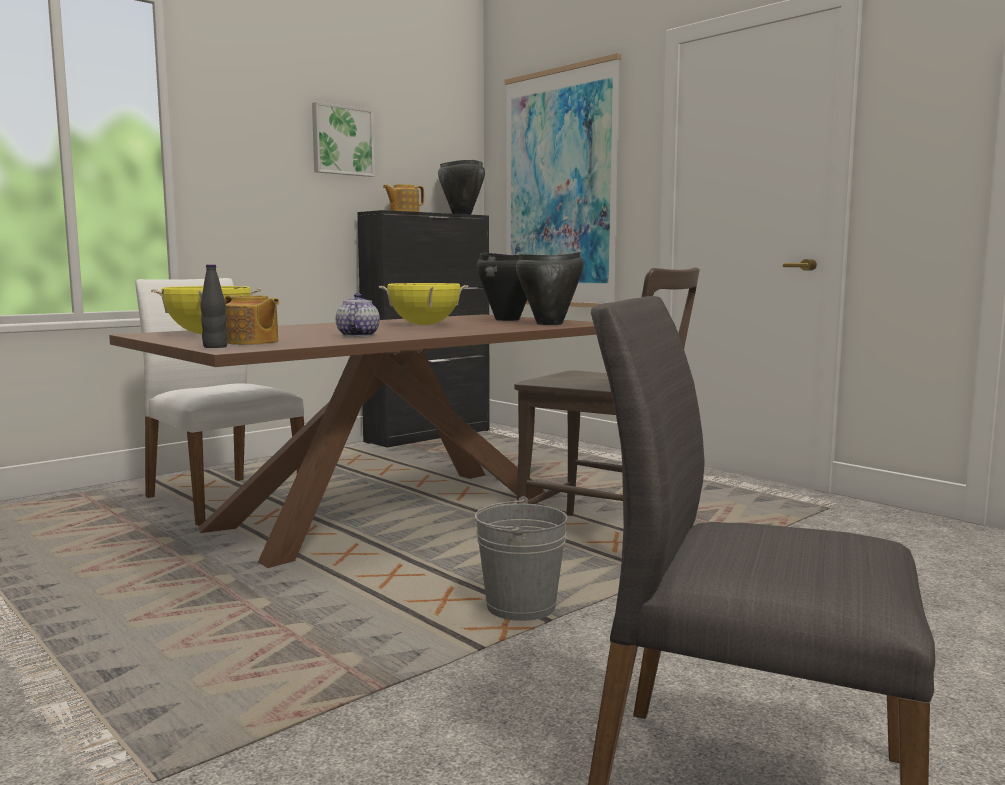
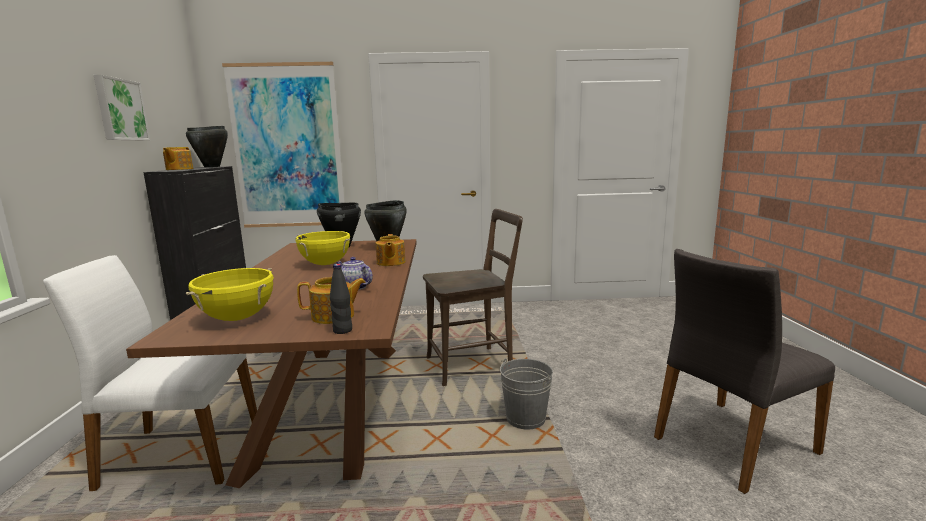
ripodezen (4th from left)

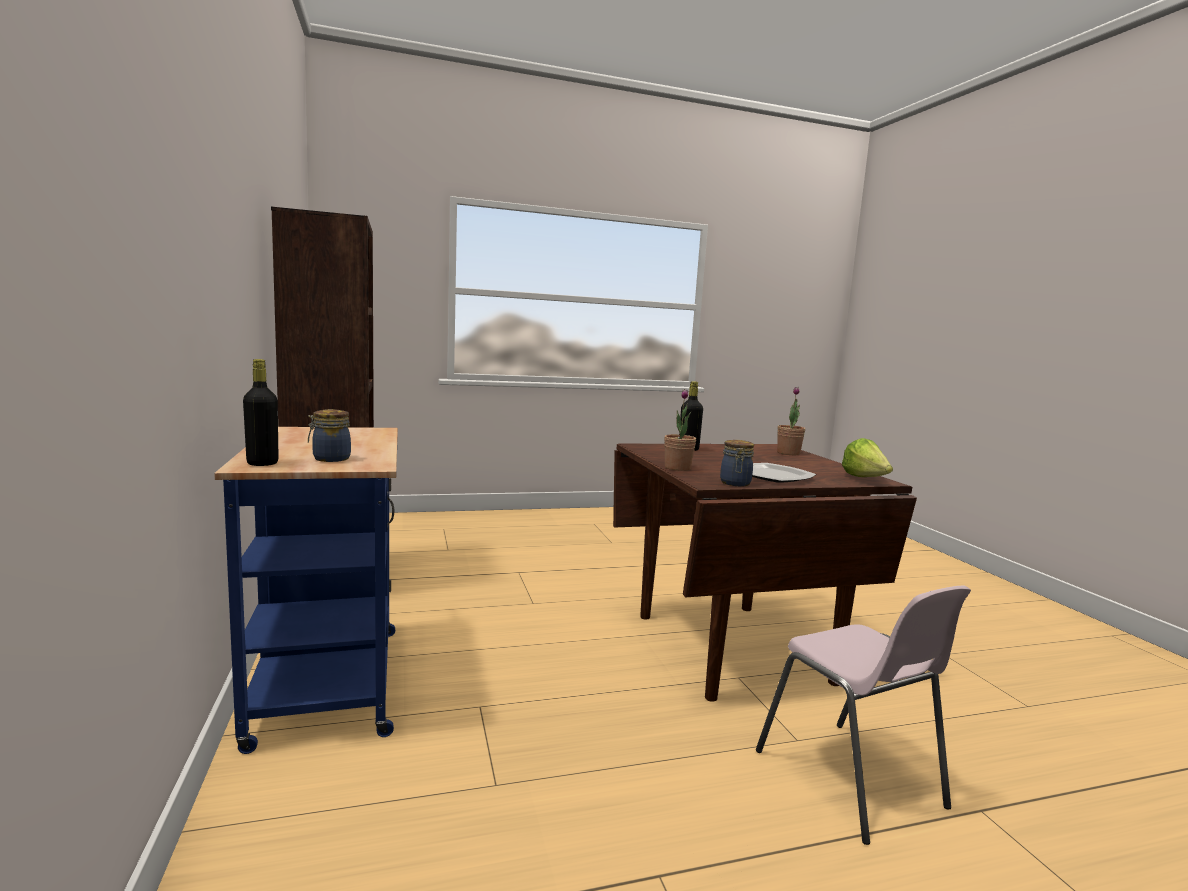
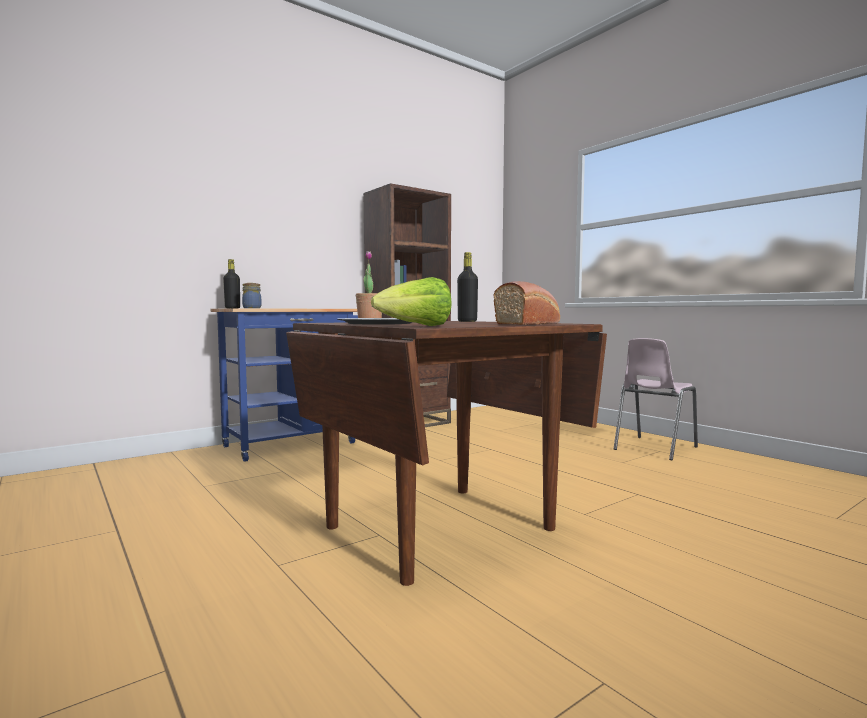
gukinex (2nd from left in the first image)
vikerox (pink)
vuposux

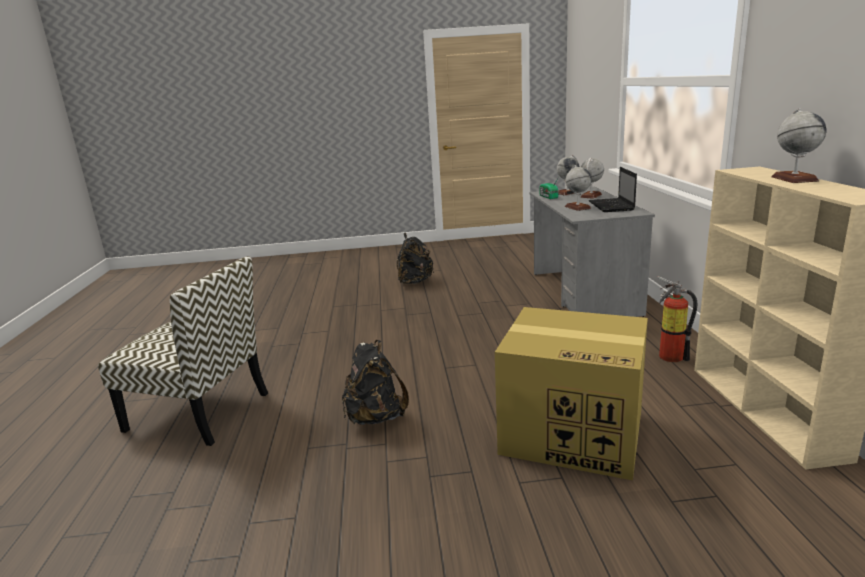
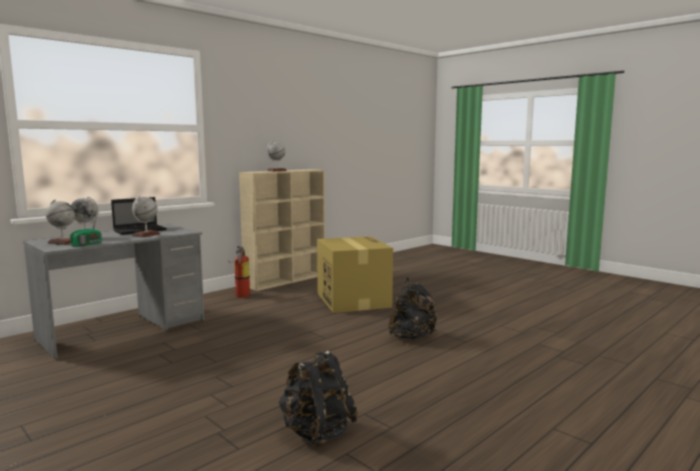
vikerox
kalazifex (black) (1st from left)

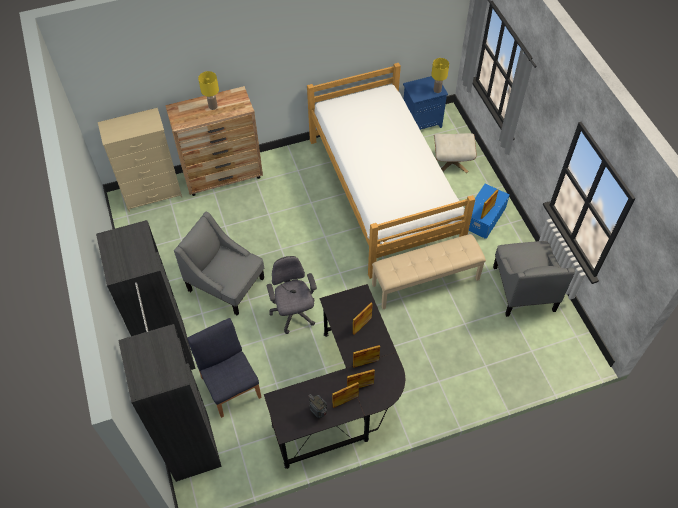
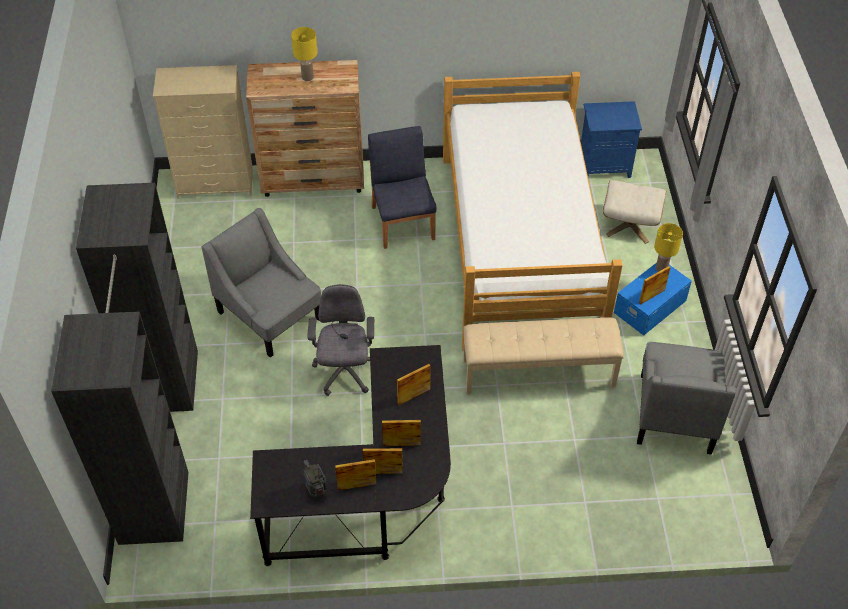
vikerox (blue)
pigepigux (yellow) (2nd from left)

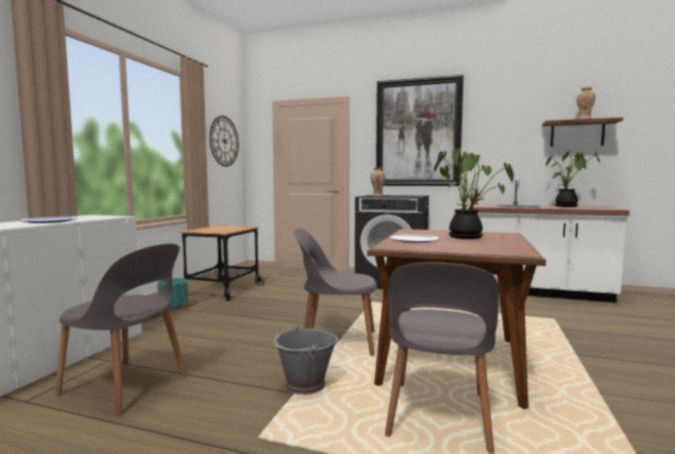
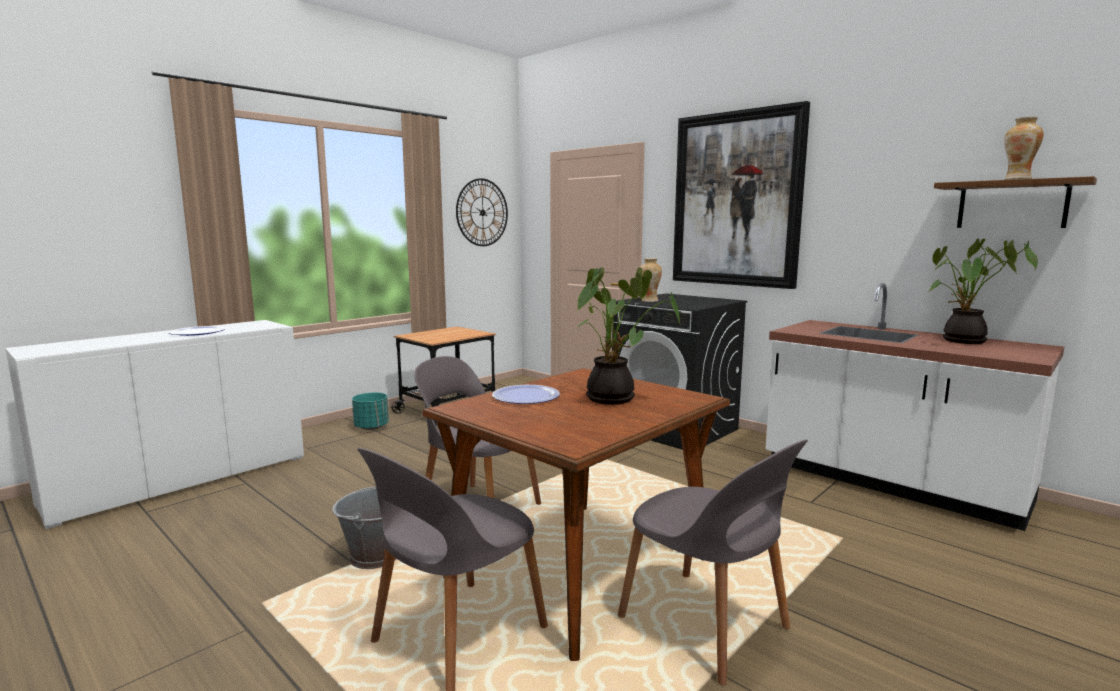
vikerox (grey) (3rd from left)

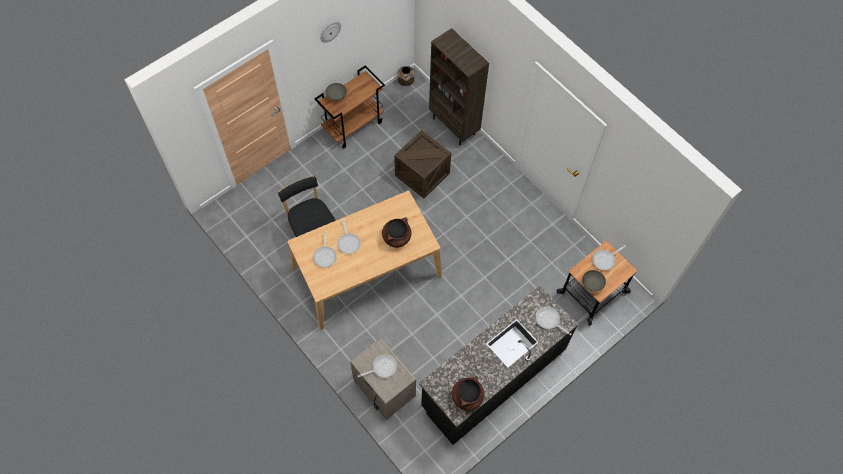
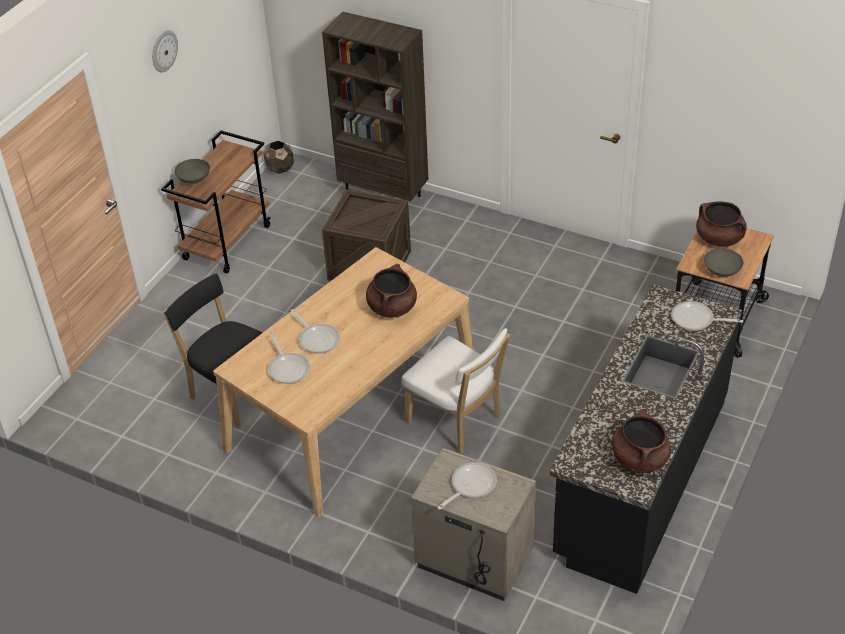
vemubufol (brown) (3rd from left)
vikerox (white)

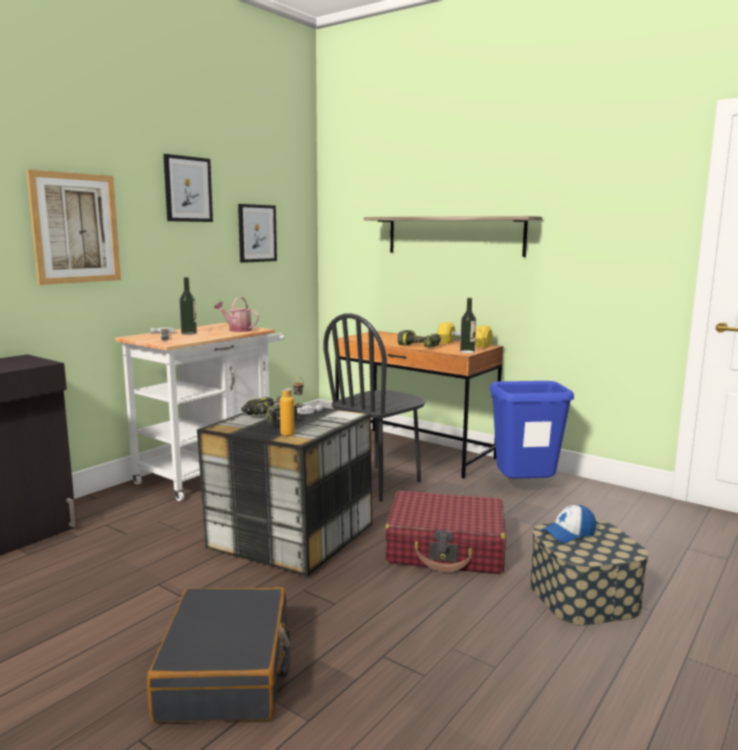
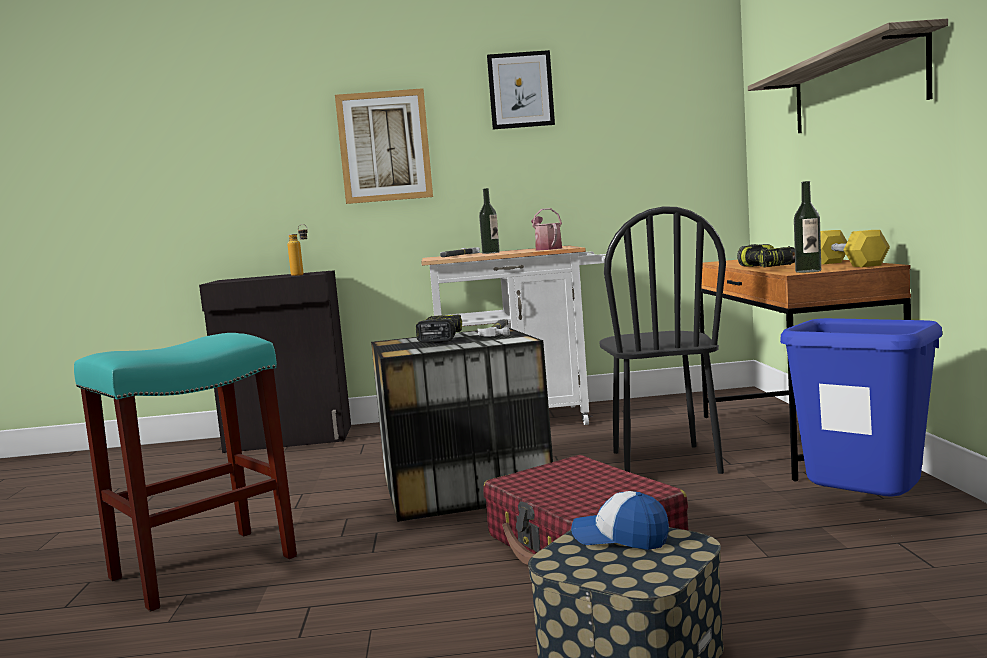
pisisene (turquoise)
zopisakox (3rd from left in the first image)
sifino (1st from left)
vikerox (black)

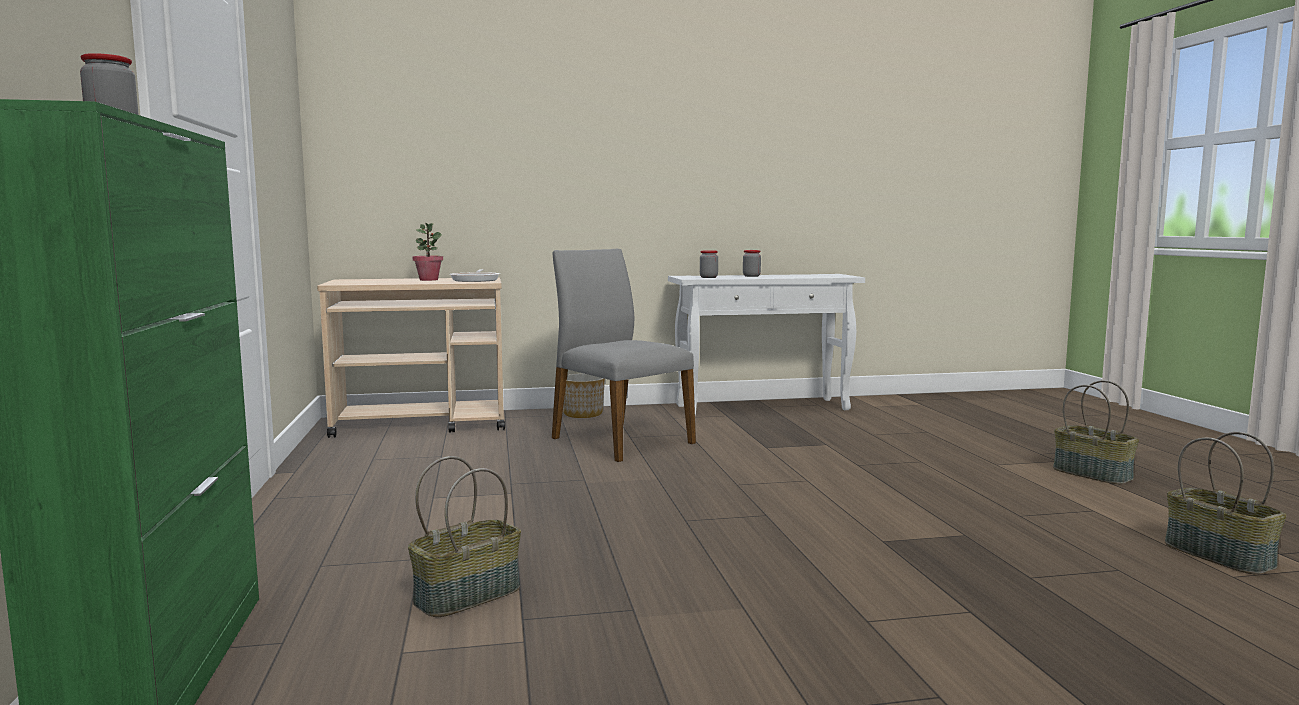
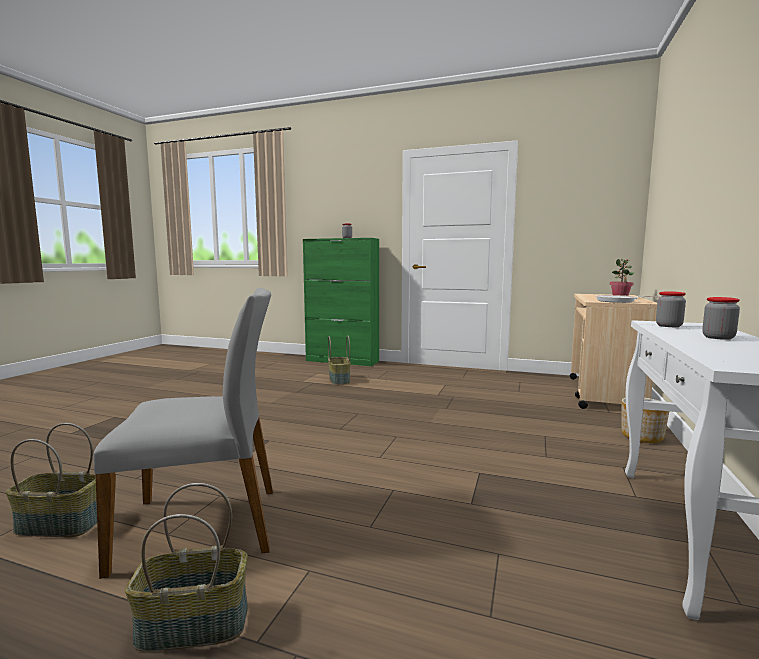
vikerox (grey)

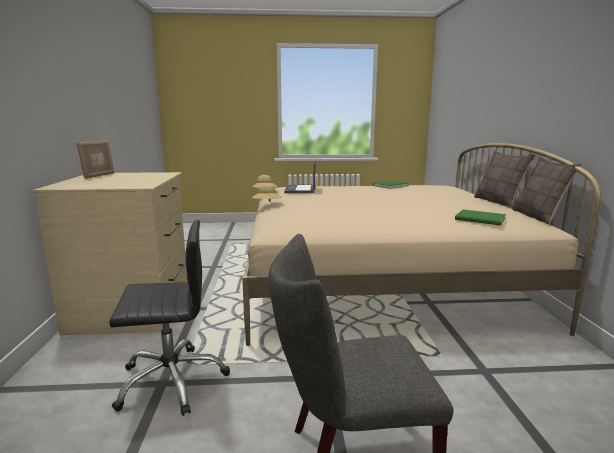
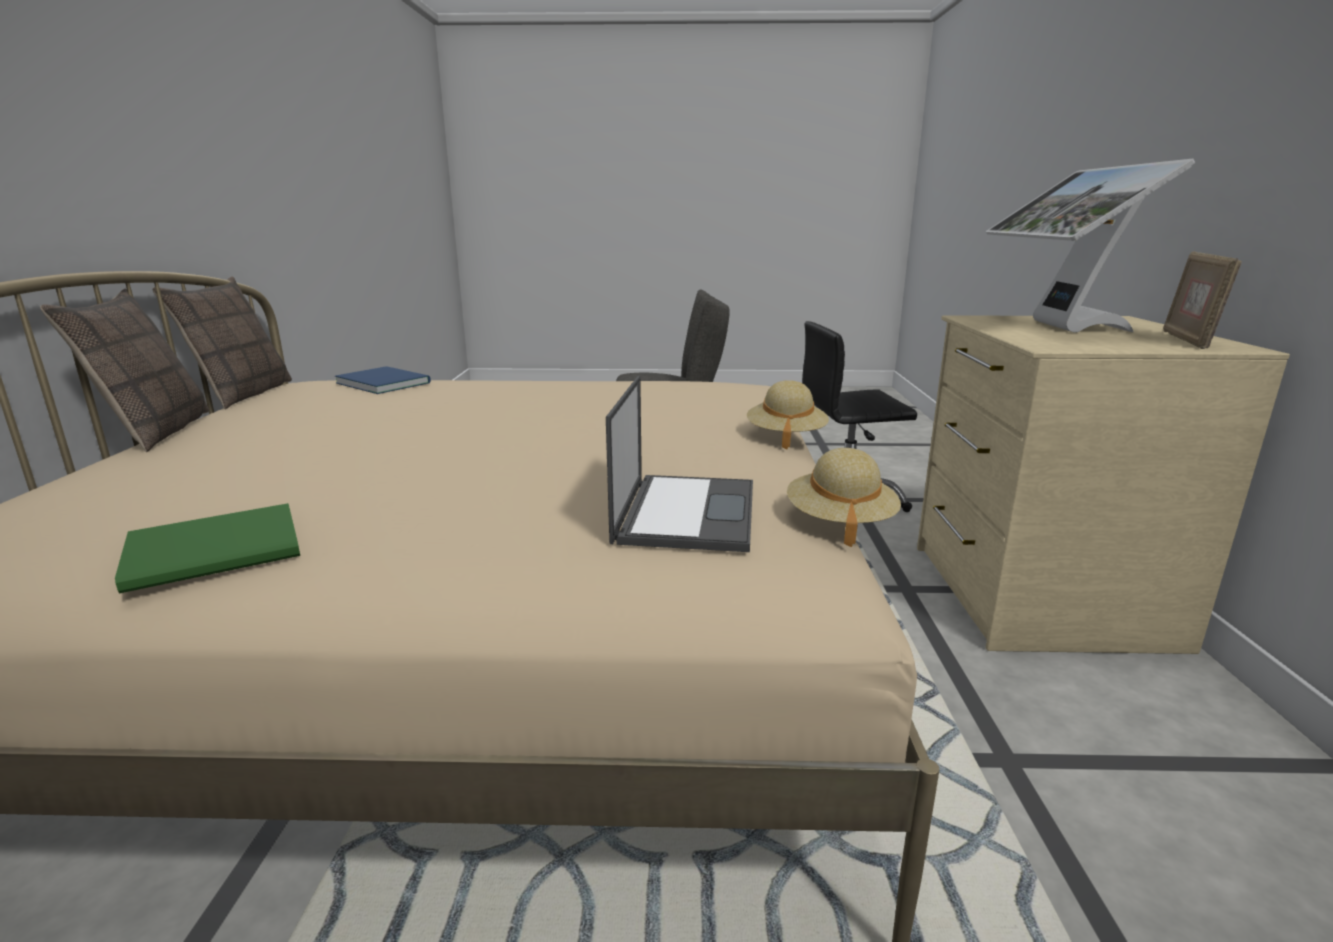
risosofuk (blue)
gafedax

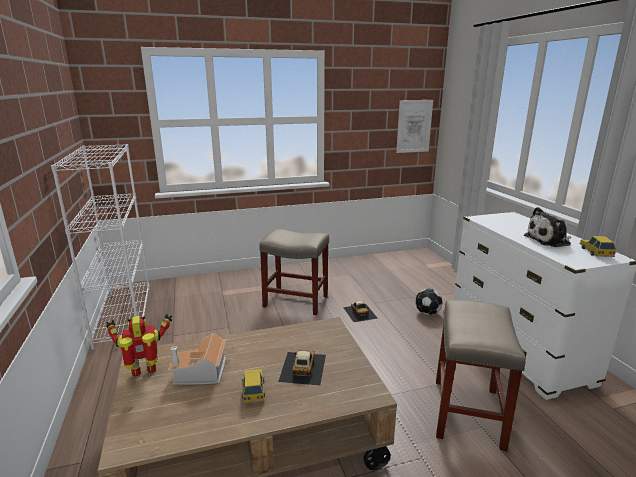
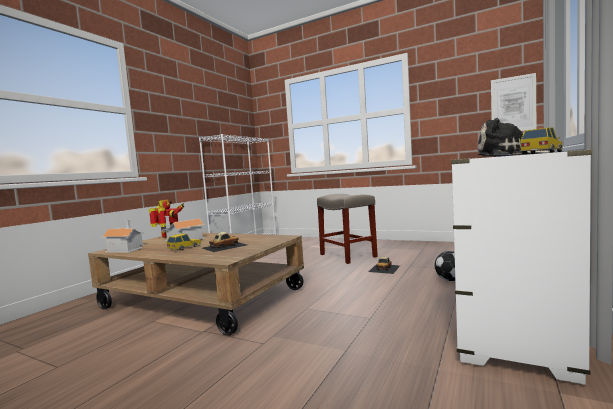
pisisene (beige) (2nd from left in the first image)
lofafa (1st from left)

